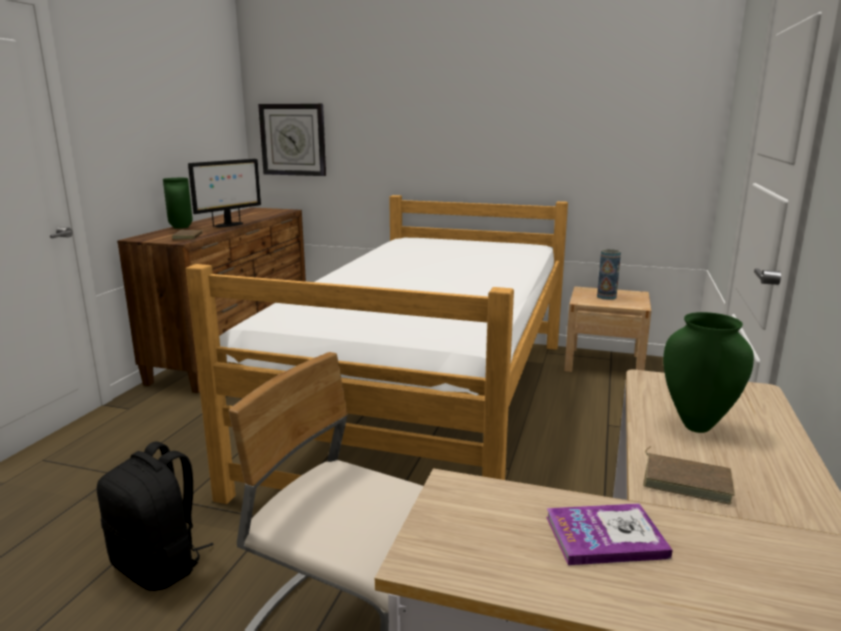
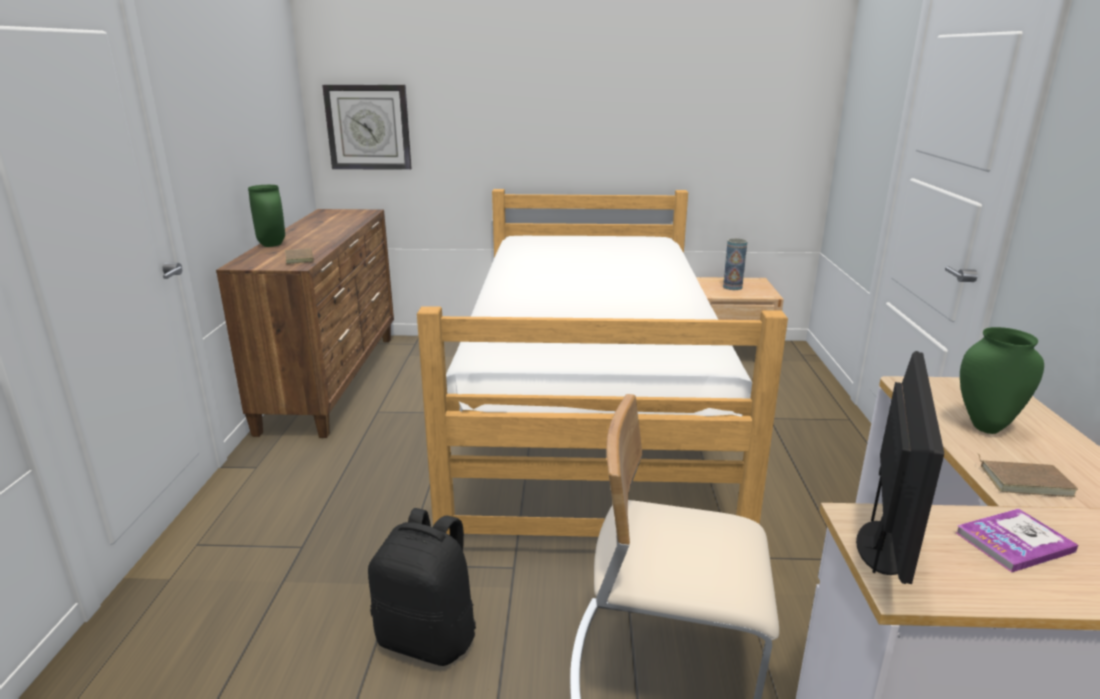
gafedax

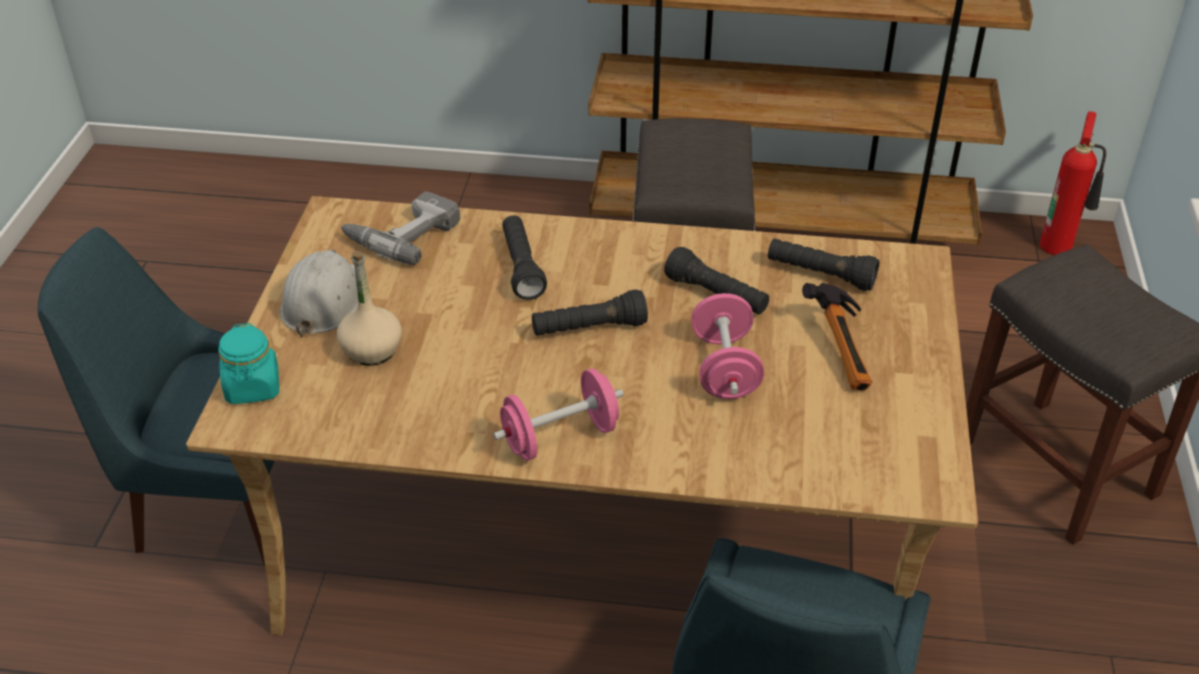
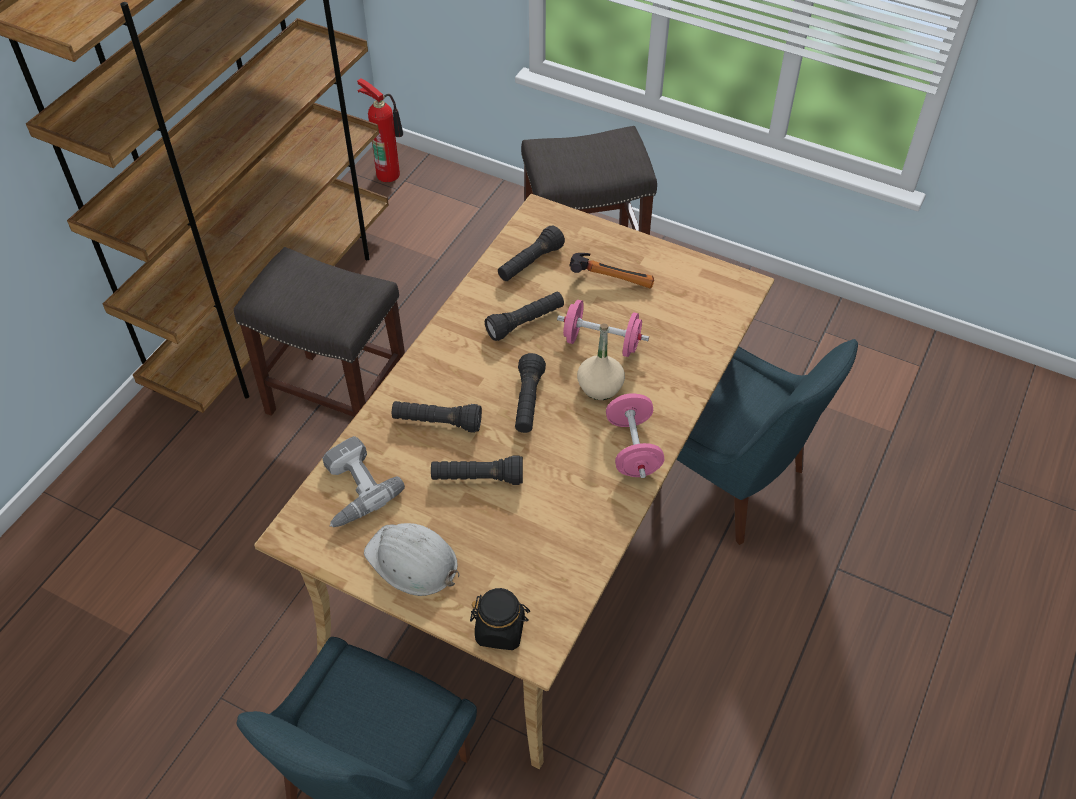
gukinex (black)
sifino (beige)
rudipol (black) (2nd from left)

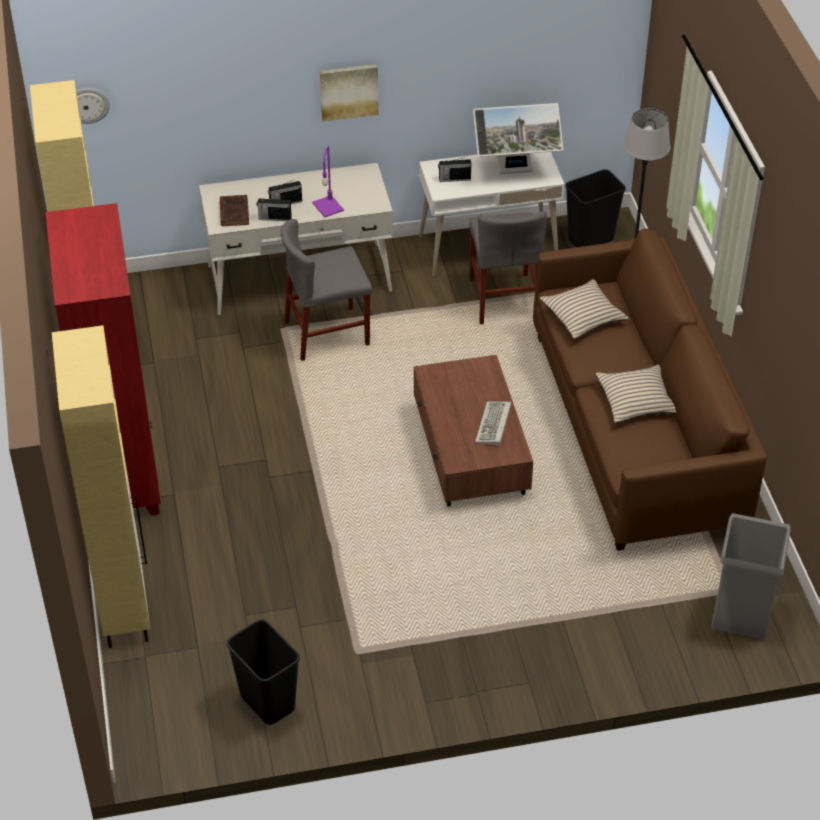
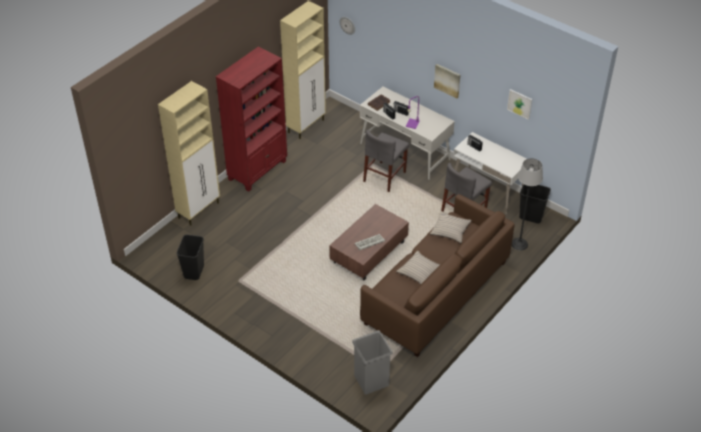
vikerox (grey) (1st from left)
gafedax
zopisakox (2nd from left)

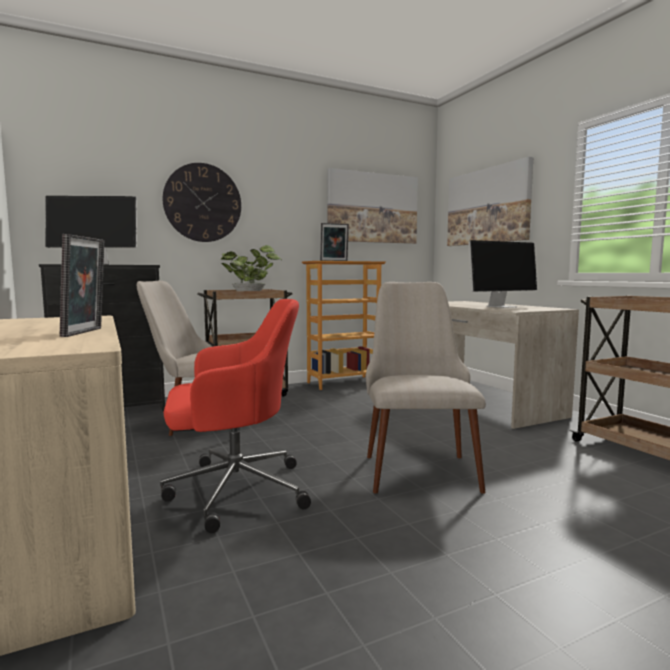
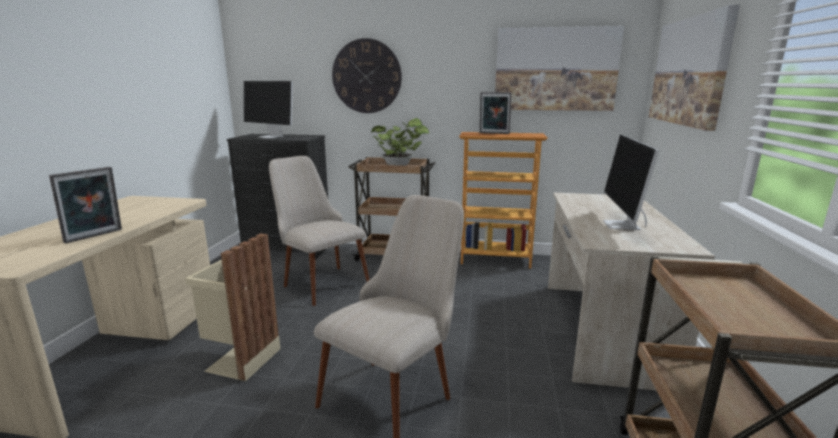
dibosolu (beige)
gafedax (2nd from left)

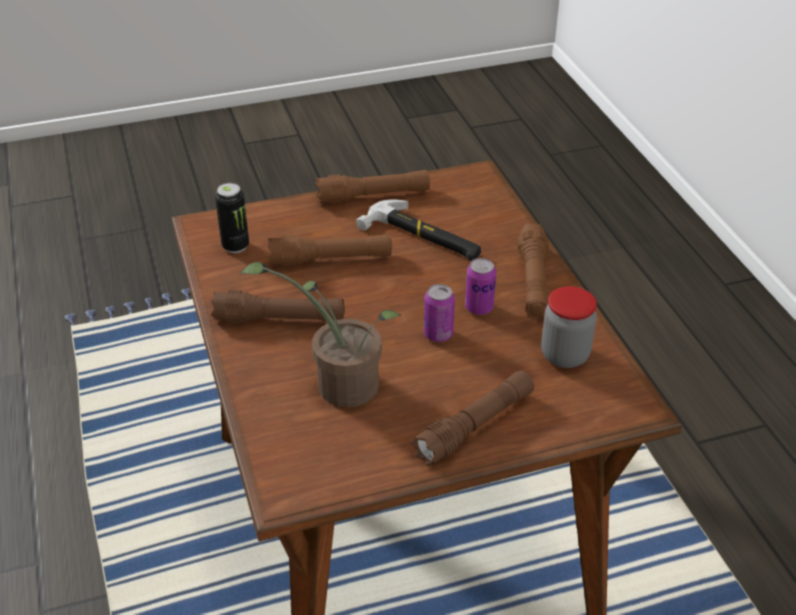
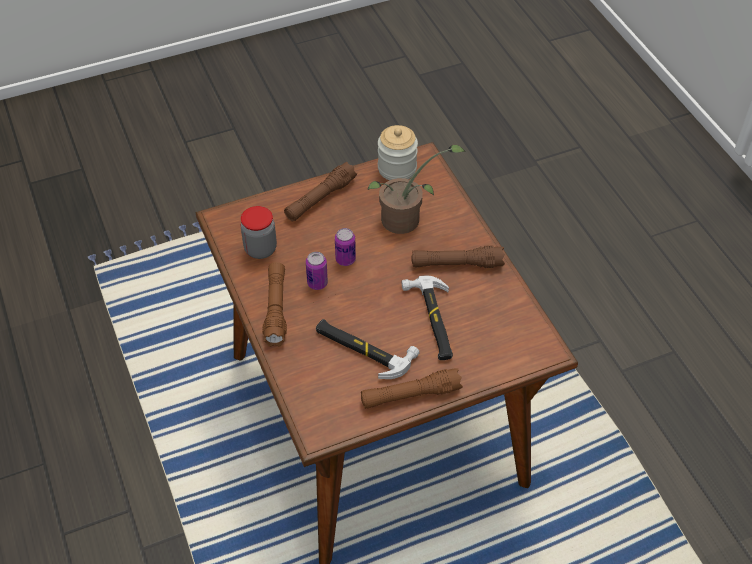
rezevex (1st from left in the first image)
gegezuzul (2nd from left)
gukinex (2nd from left)

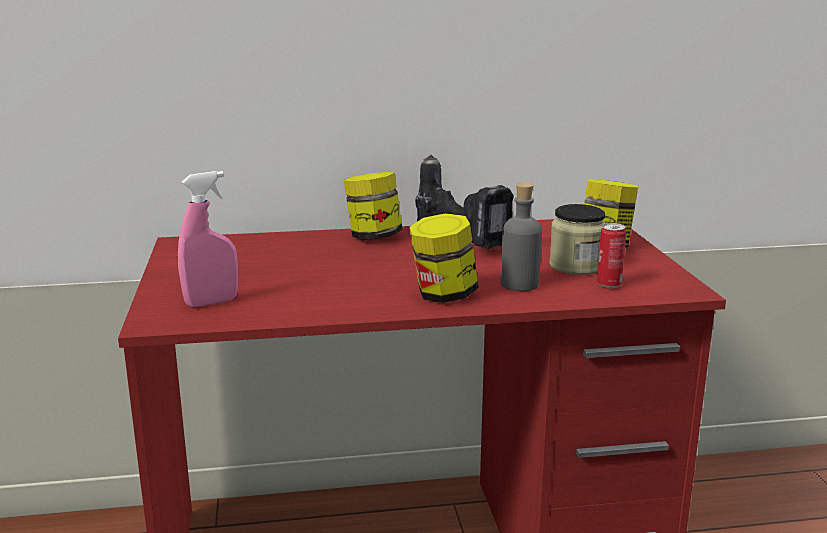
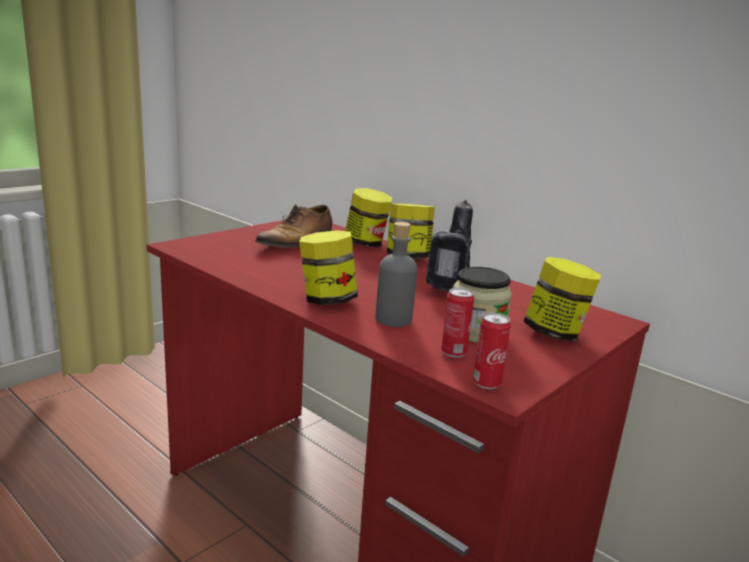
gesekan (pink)
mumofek
gukinex (2nd from left)
rezevex (2nd from left)

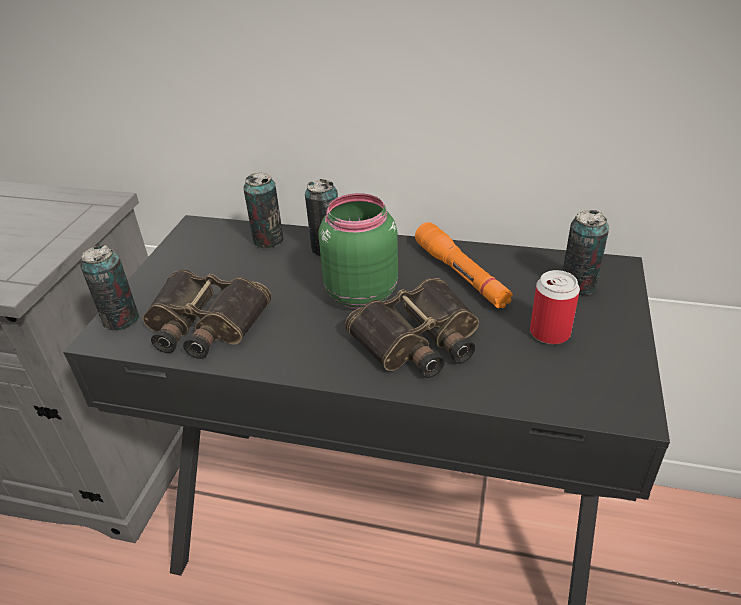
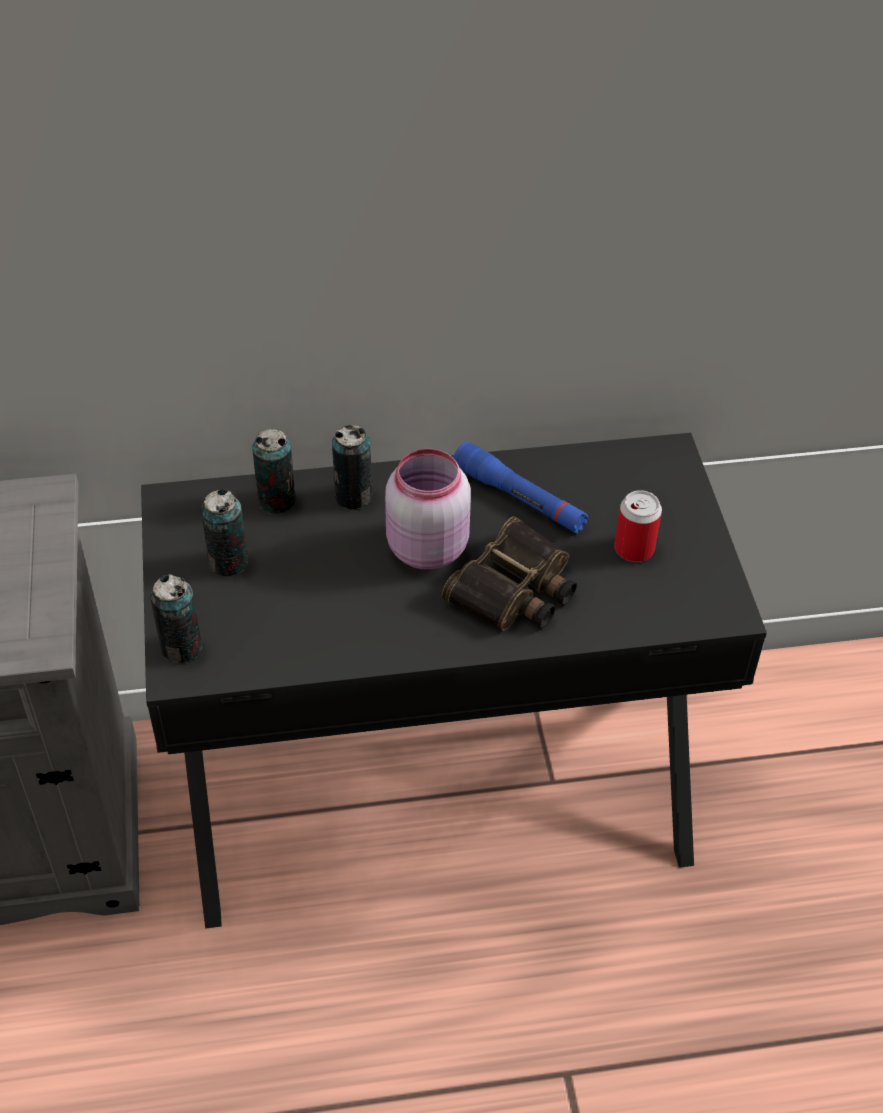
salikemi (1st from left in the first image)
gukinex (pink)
rudipol (blue)
rezevex (2nd from left)

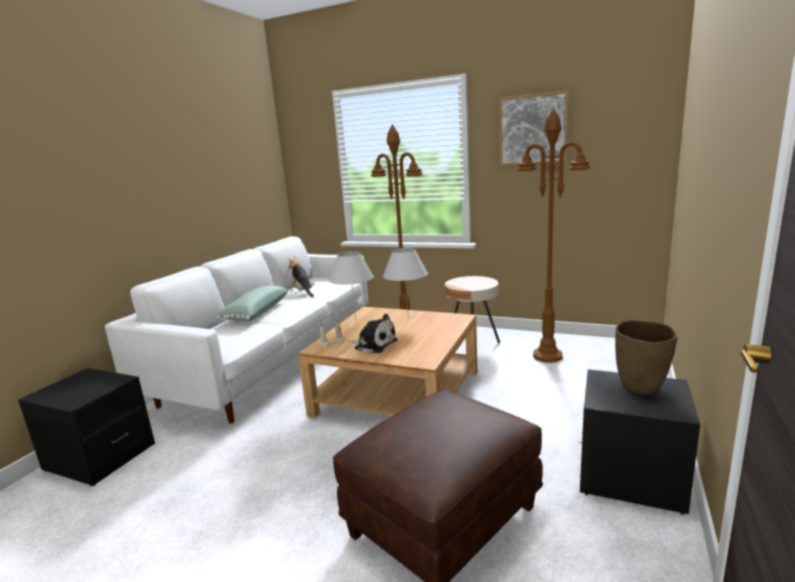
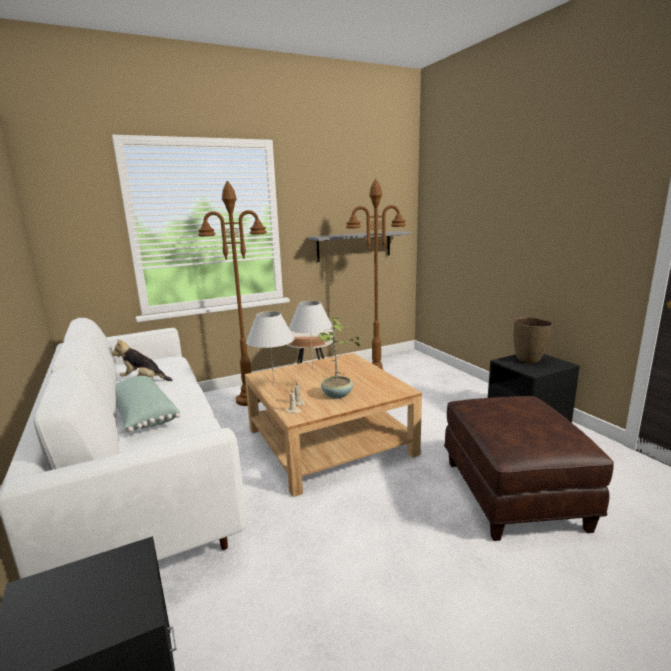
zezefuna
zopisakox
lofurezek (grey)

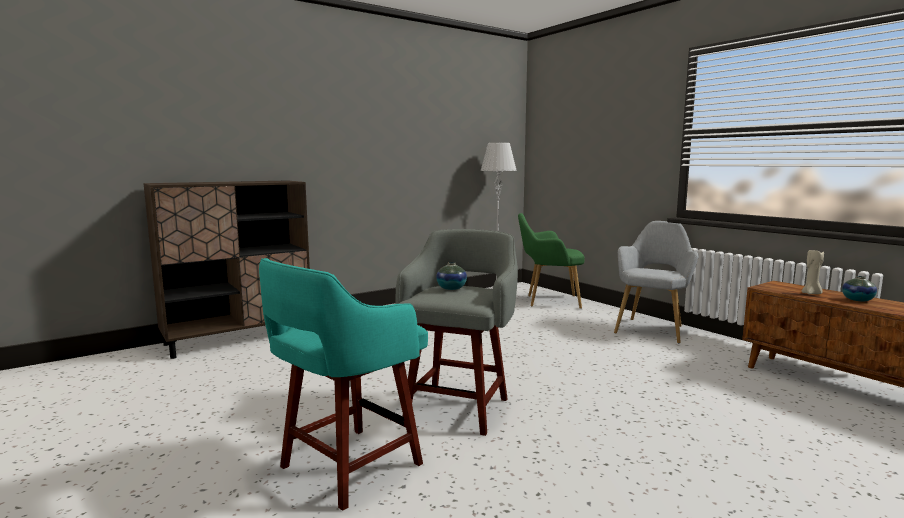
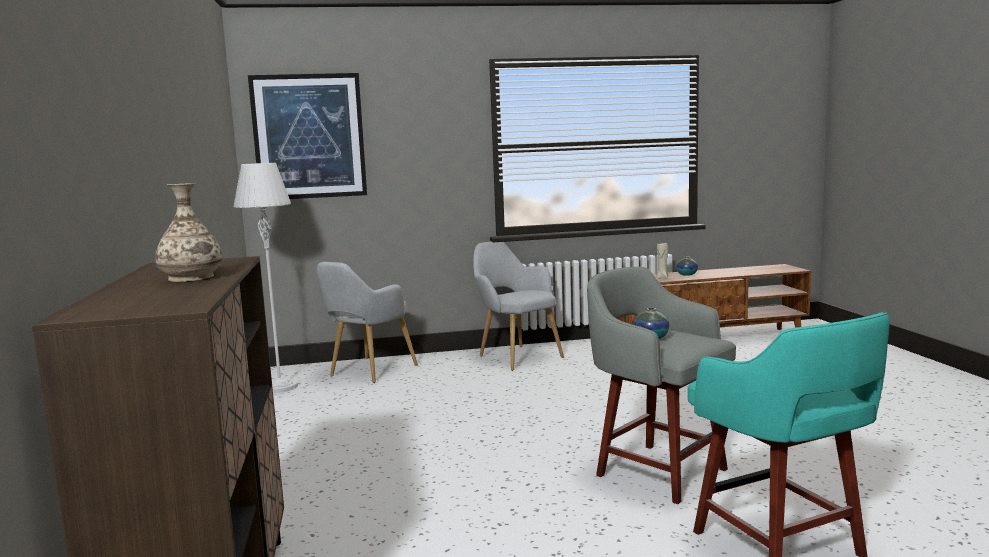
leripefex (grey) (1st from left)
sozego (1st from left)
zopisakox

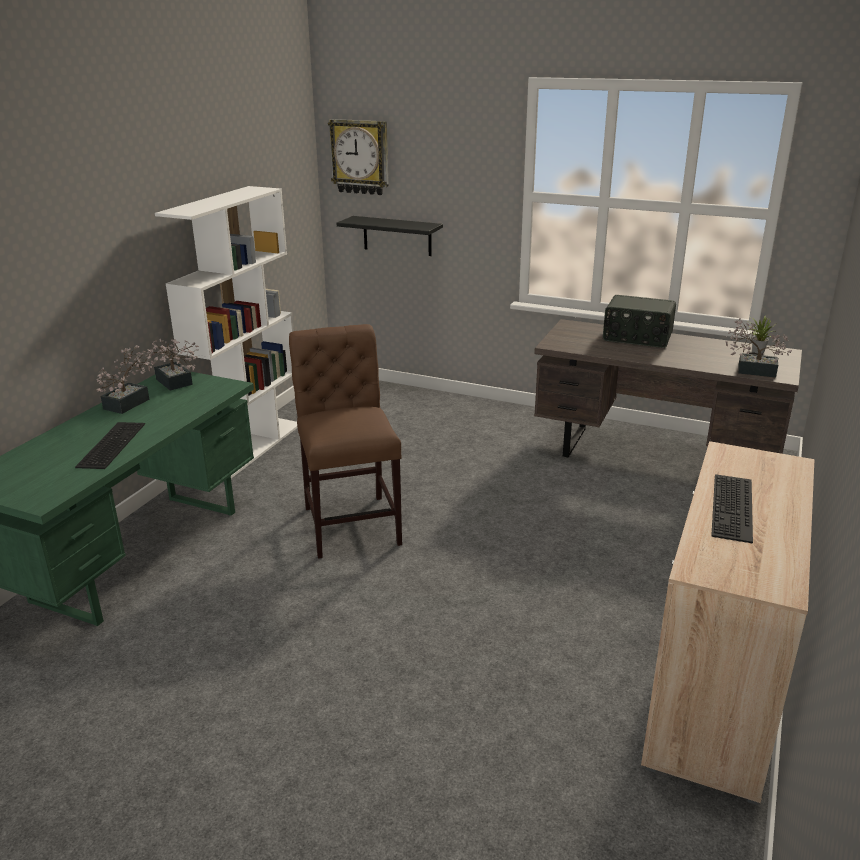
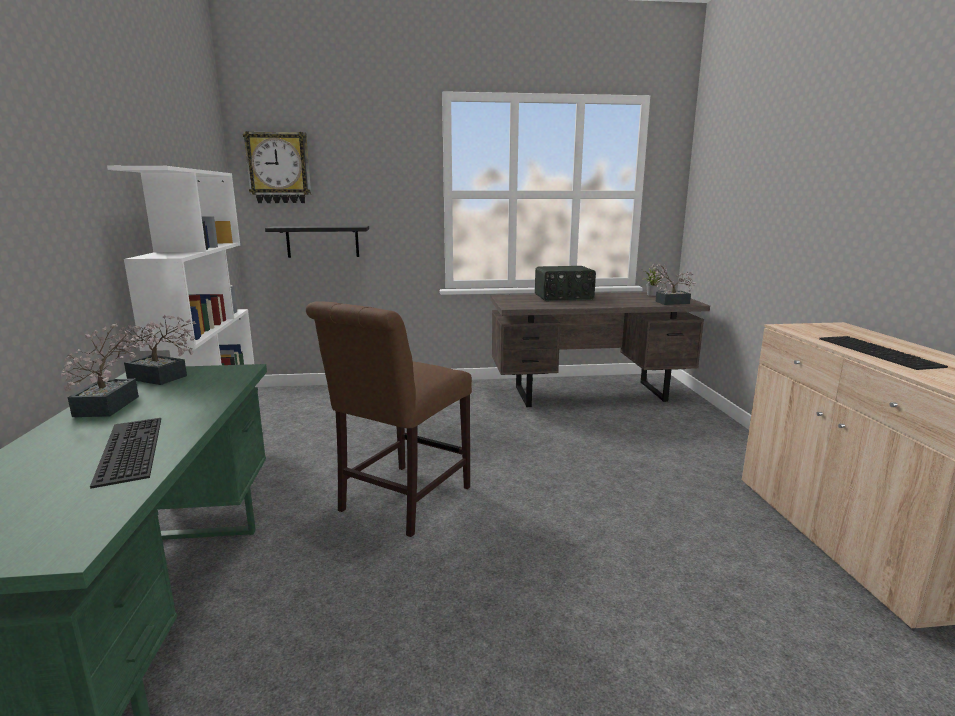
vikerox (brown)

